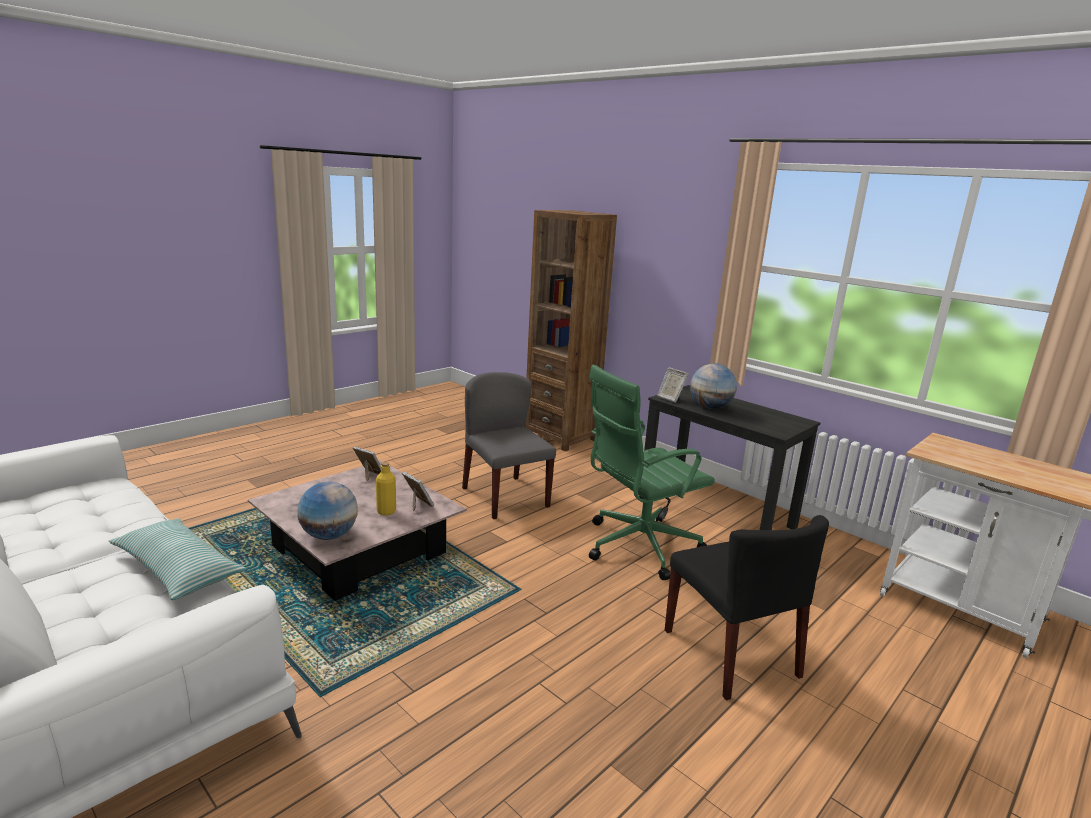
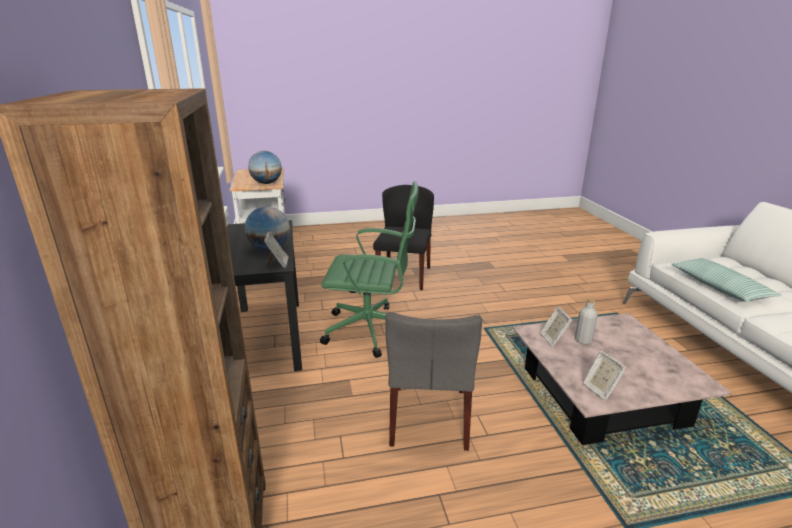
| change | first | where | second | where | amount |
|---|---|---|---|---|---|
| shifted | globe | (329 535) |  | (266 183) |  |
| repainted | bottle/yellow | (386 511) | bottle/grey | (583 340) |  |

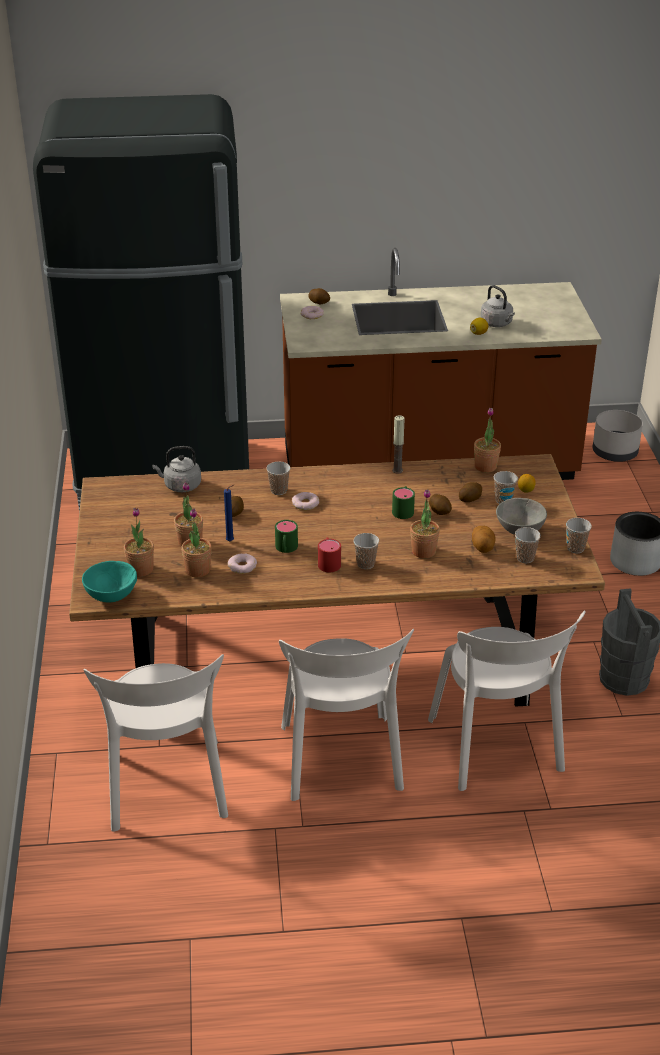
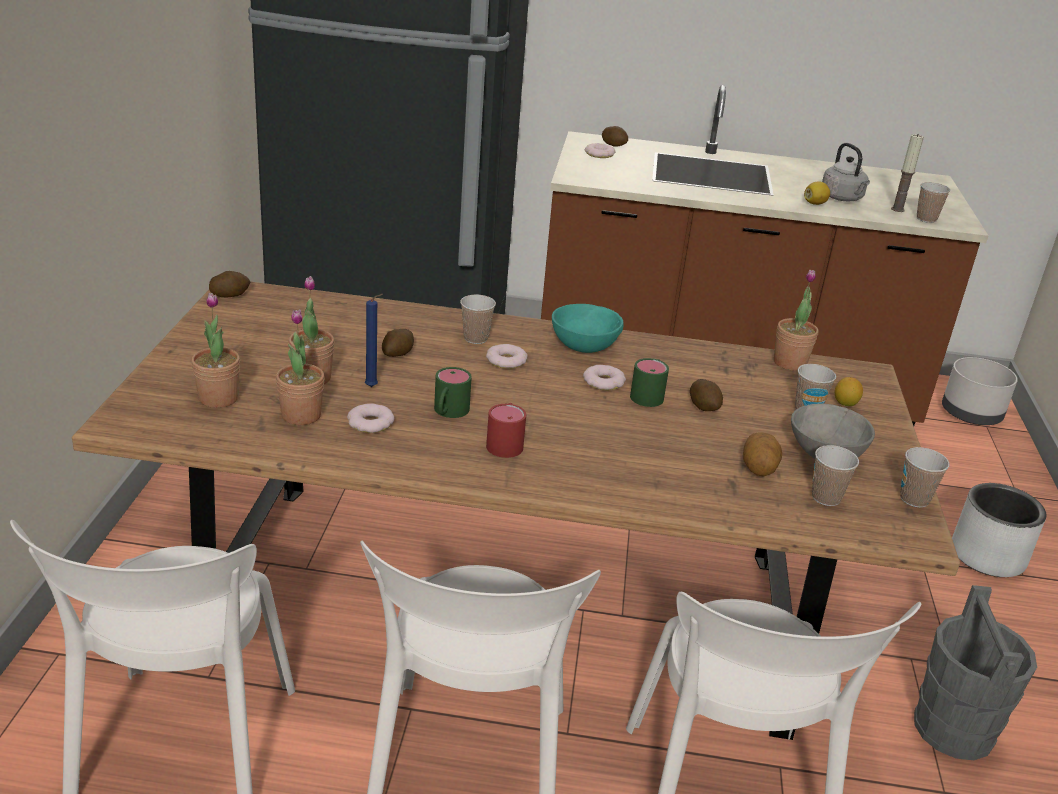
| change | first | where | second | where | amount |
|---|---|---|---|---|---|
| shifted | potato | (470 498) |  | (230 295) |  |
| shifted | bowl/turquoise | (110 595) |  | (583 347) |  |
| new |  |  | donut | (603 382) |  |
| shifted | candle | (397 470) |  | (897 209) |  |
| shifted | cup | (365 564) |  | (926 219) |  |
| gone | kettle/grey | (180 486) |  |  |  |
| gone | potted plant | (423 551) |  |  |  |

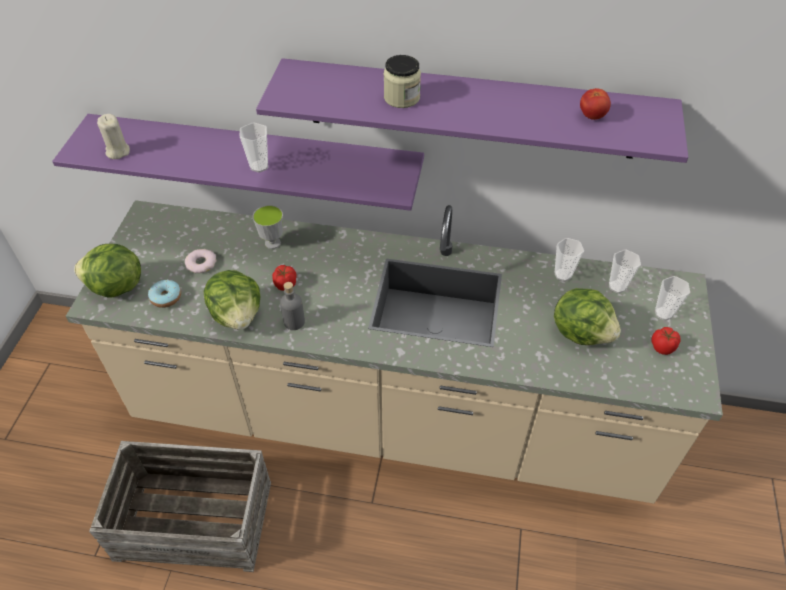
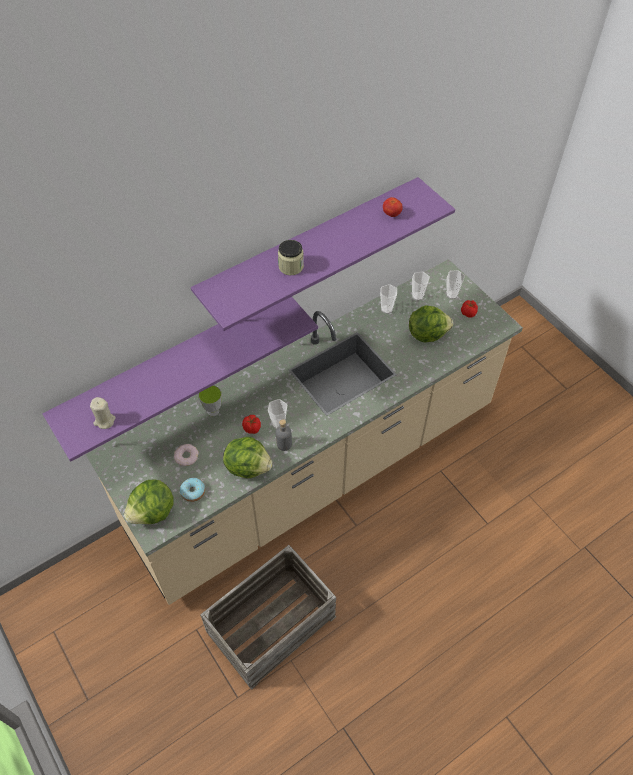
| change | first | where | second | where | amount |
|---|---|---|---|---|---|
| shifted | cup | (259 166) |  | (278 424) |  |

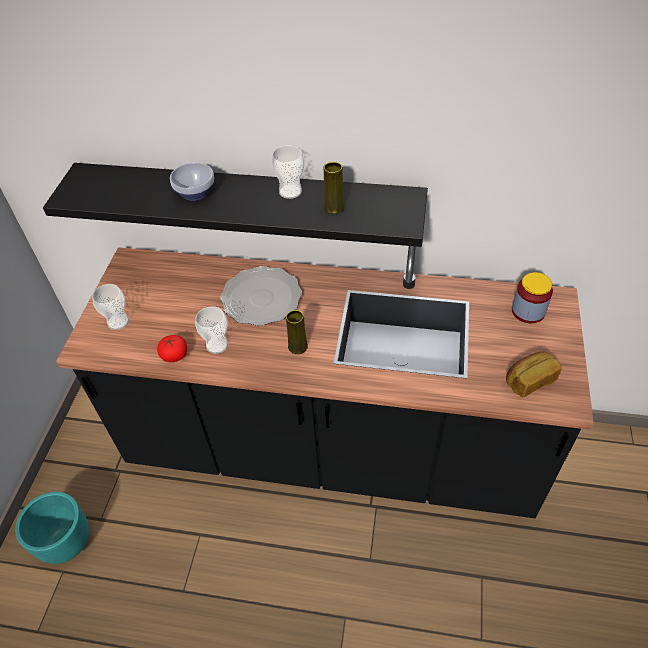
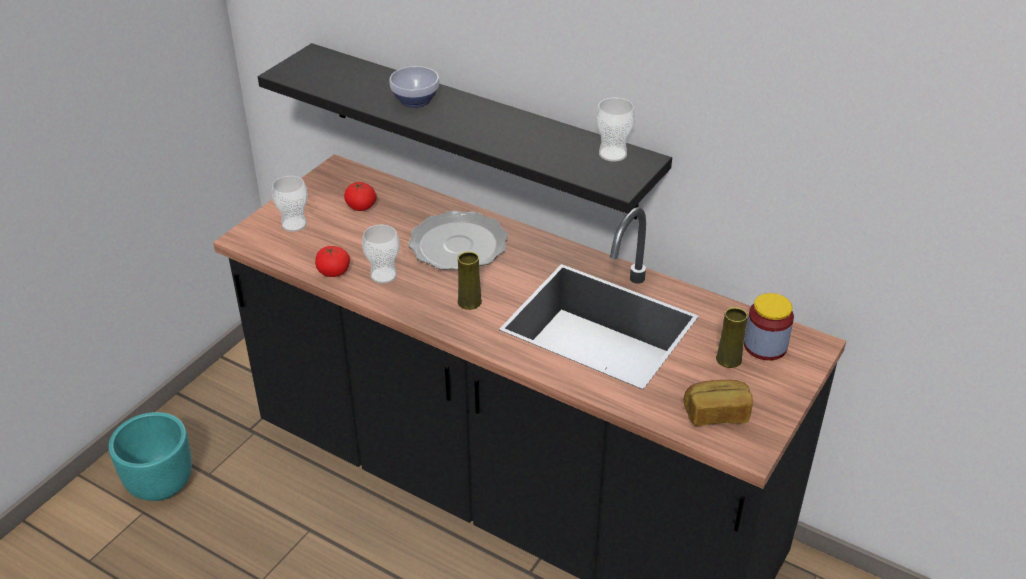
| change | first | where | second | where | amount |
|---|---|---|---|---|---|
| new |  |  | tomato | (361 207) |  |
| shifted | cup | (290 191) |  | (612 154) |  |
| shifted | vase/yellow | (334 207) |  | (728 359) |  |

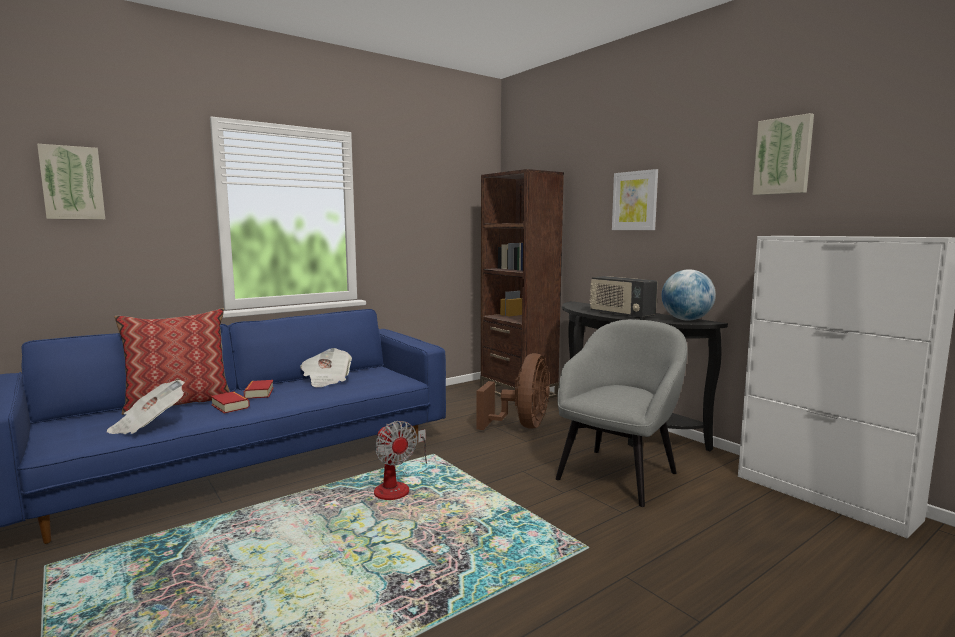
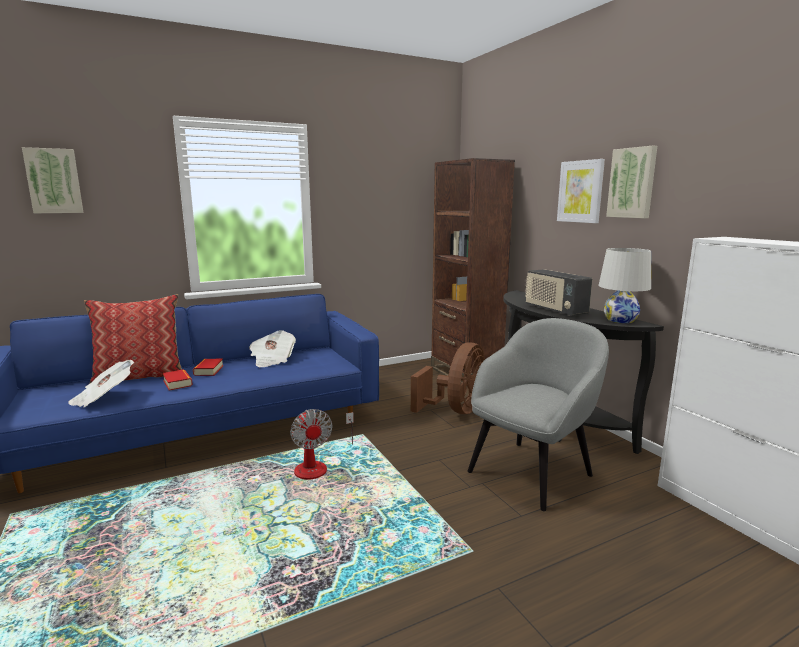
| change | first | where | second | where | amount |
|---|---|---|---|---|---|
| swapped | globe | (686 320) | table lamp/white | (620 320) |  |
| shifted | picture | (783 156) |  | (632 183) |  |

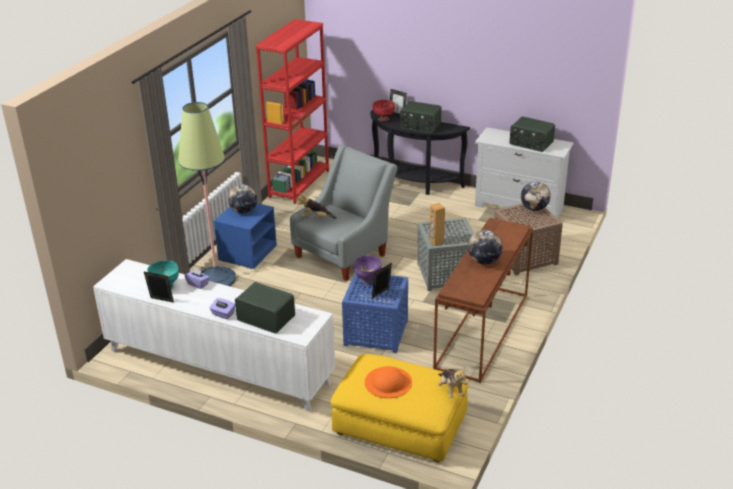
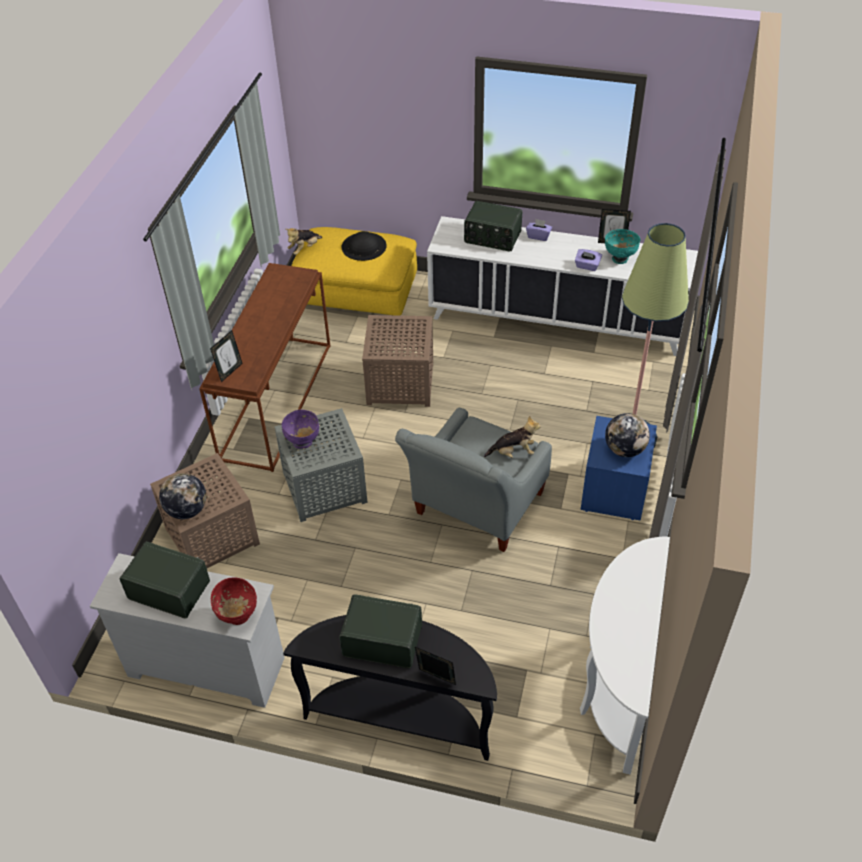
| change | first | where | second | where | amount |
|---|---|---|---|---|---|
| shifted | picture frame | (381 294) |  | (230 371) |  |
| shifted | bowl/red | (384 119) |  | (237 615) |  |
| shifted | bowl/purple | (367 280) |  | (303 442) |  |
| rotated | plush toy | (451 390) |  | (304 249) | 105 degrees counterclockwise |
| repainted | hat/orange | (388 382) | hat/black | (364 246) |  |
| repainted | side table/blue | (375 333) | side table/brown | (401 382) |  |
| swapped | bookcase/red | (299 184) | console table/white | (615 683) |  |
| gone | speaker/brown | (436 242) |  |  |  |
| gone | globe | (484 261) |  |  |  |

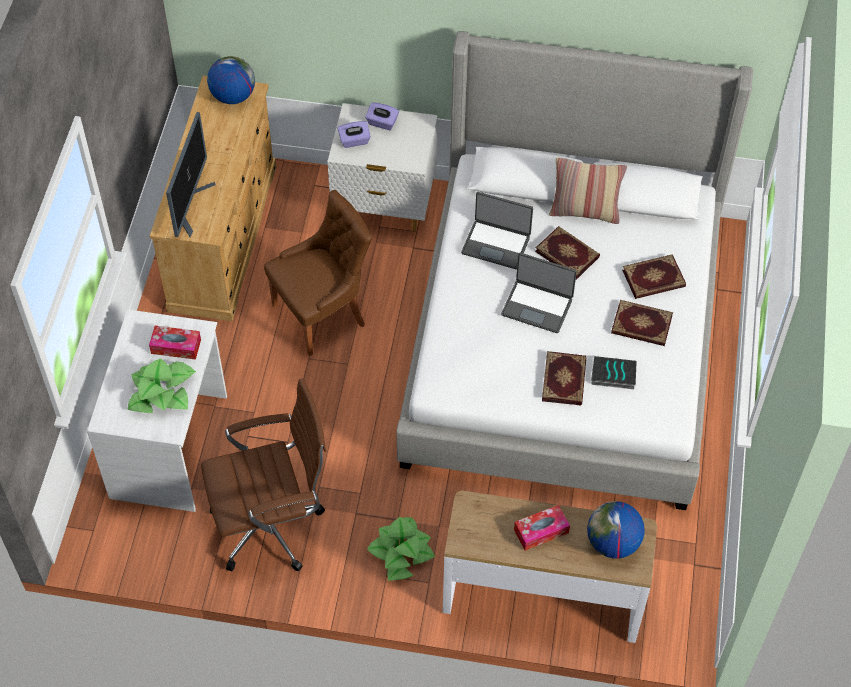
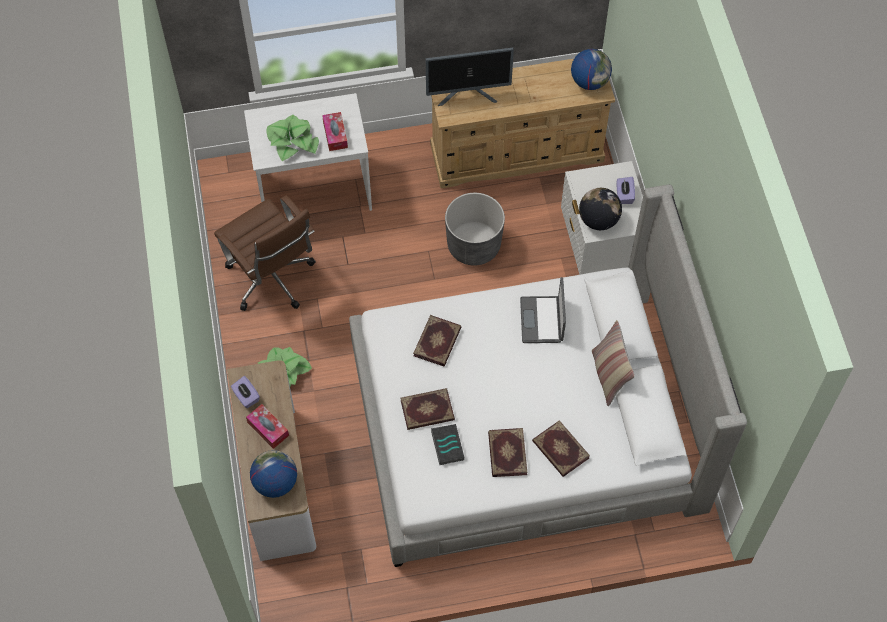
| change | first | where | second | where | amount |
|---|---|---|---|---|---|
| shifted | tissue box/purple | (354 141) |  | (246 397) |  |
| shifted | book | (568 253) |  | (438 342) |  |
| swapped | chair/brown | (322 314) | planter/grey | (473 245) |  |
| new |  |  | globe | (598 220) |  |
| gone | laptop | (537 306) |  |  |  |

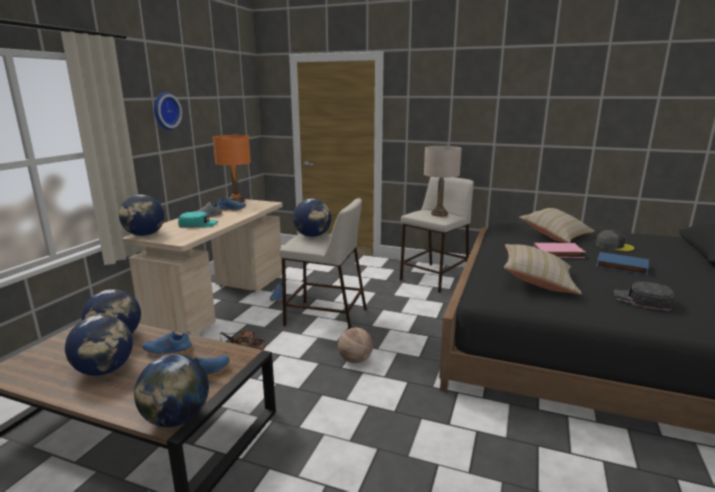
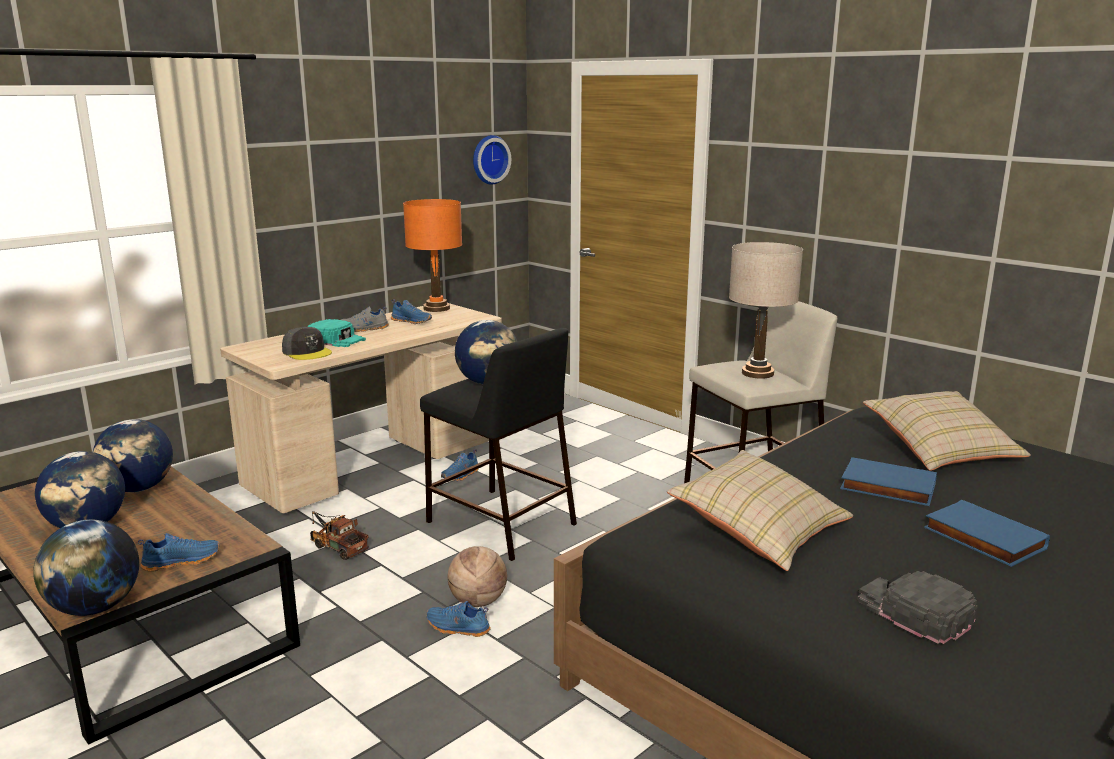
| change | first | where | second | where | amount |
|---|---|---|---|---|---|
| shifted | cap/grey | (613 246) |  | (307 352) |  |
| repainted | stool/beige | (325 317) | stool/black | (499 522) |  |
| shifted | shoe/blue | (168 351) |  | (457 628) |  |
| shifted | wall clock | (165 111) |  | (489 159) |  |
| repainted | book/pink | (558 253) | book/blue | (887 487) |  |
| gone | globe | (145 235) |  |  |  |

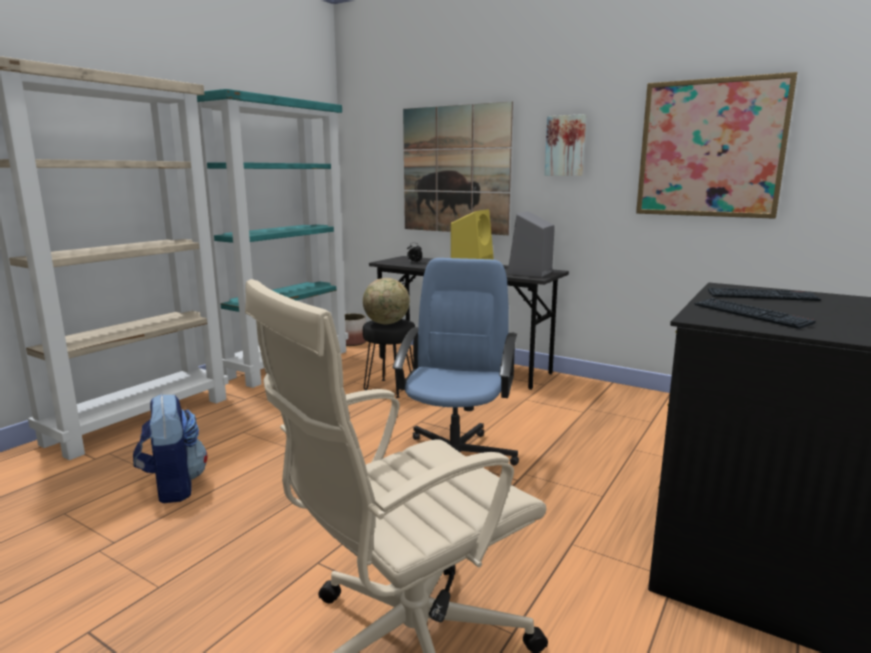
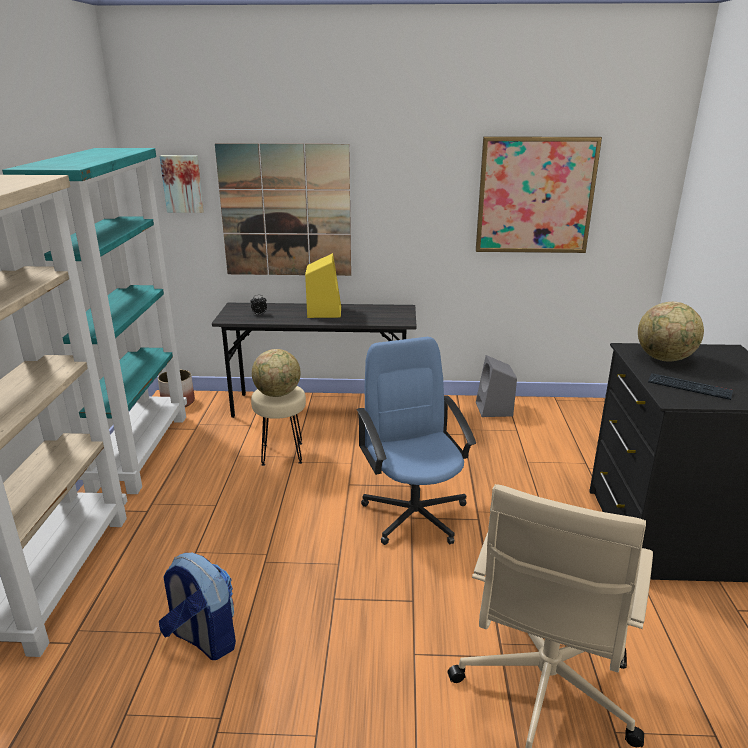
| change | first | where | second | where | amount |
|---|---|---|---|---|---|
| shifted | picture | (565 146) |  | (182 184) |  |
| repainted | stool/black | (389 388) | stool/beige | (281 454) |  |
| shifted | speaker/grey | (530 273) |  | (494 409) |  |
| swapped | keyboard | (762 296) | globe | (664 359) |  |

